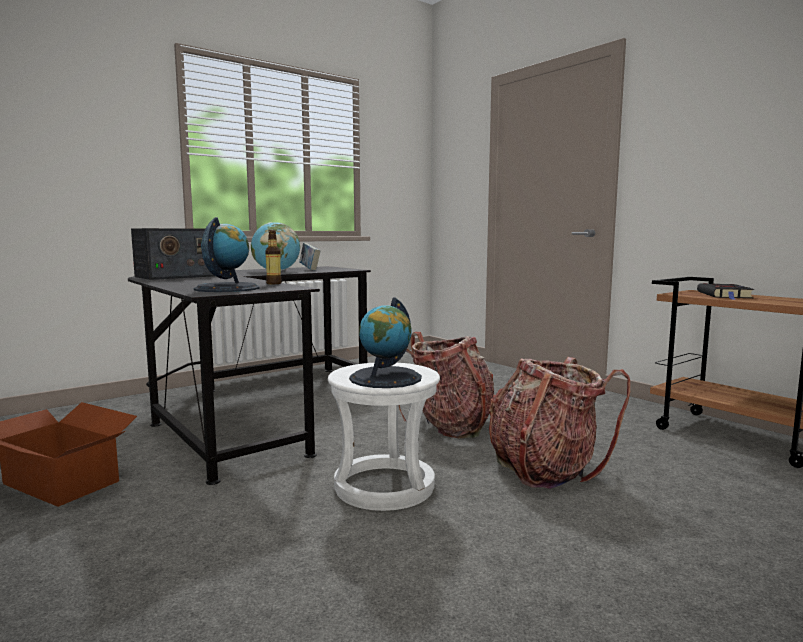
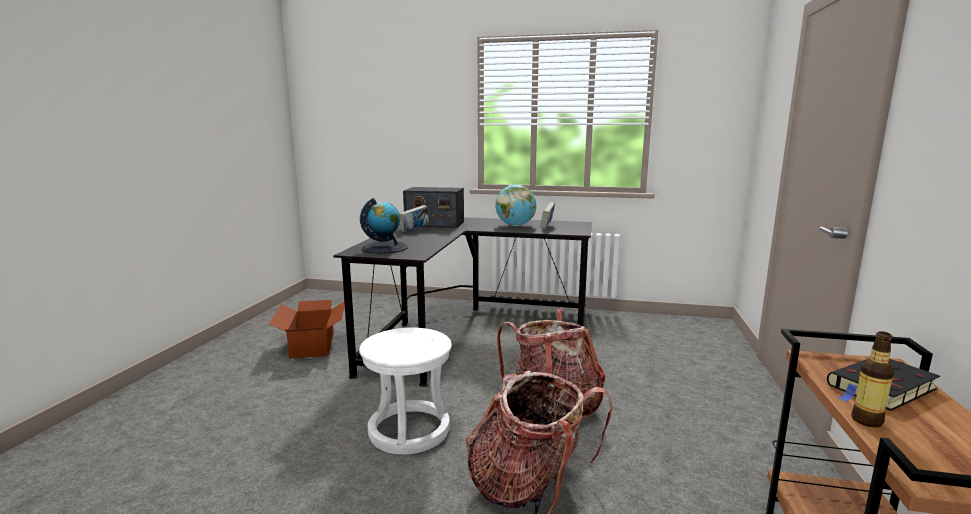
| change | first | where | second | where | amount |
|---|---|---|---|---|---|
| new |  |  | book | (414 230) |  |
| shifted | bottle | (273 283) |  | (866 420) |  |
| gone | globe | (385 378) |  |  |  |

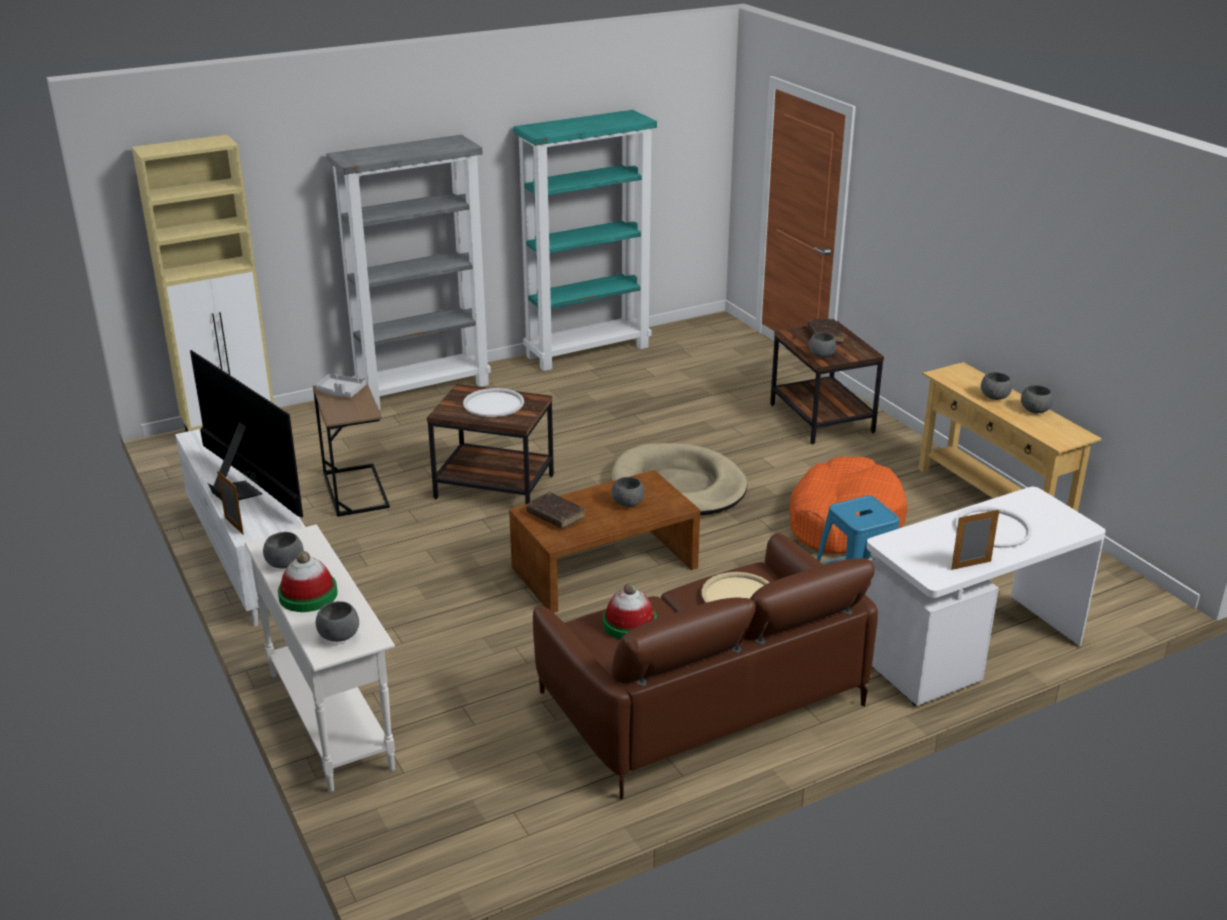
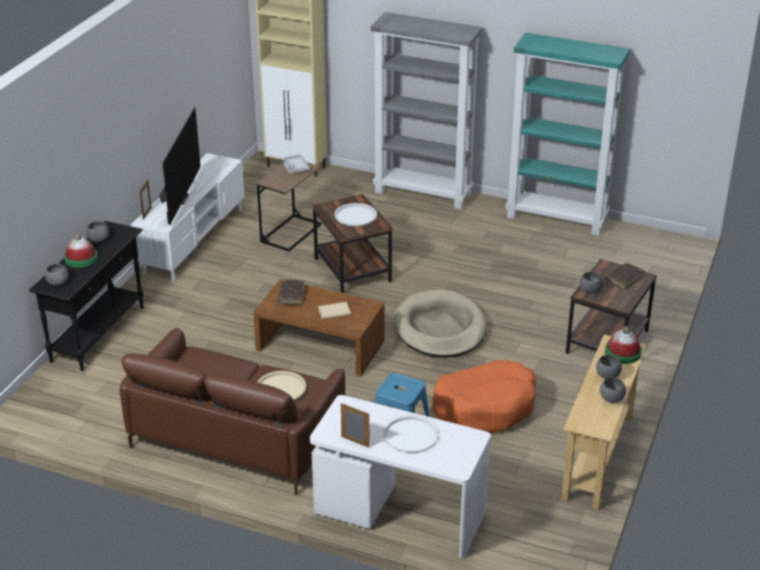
| change | first | where | second | where | amount |
|---|---|---|---|---|---|
| repainted | console table/white | (330 719) | console table/black | (98 334) |  |
| swapped | bowl/grey | (627 504) | book/beige | (333 311) |  |
| shifted | hat | (629 624) |  | (623 352) |  |

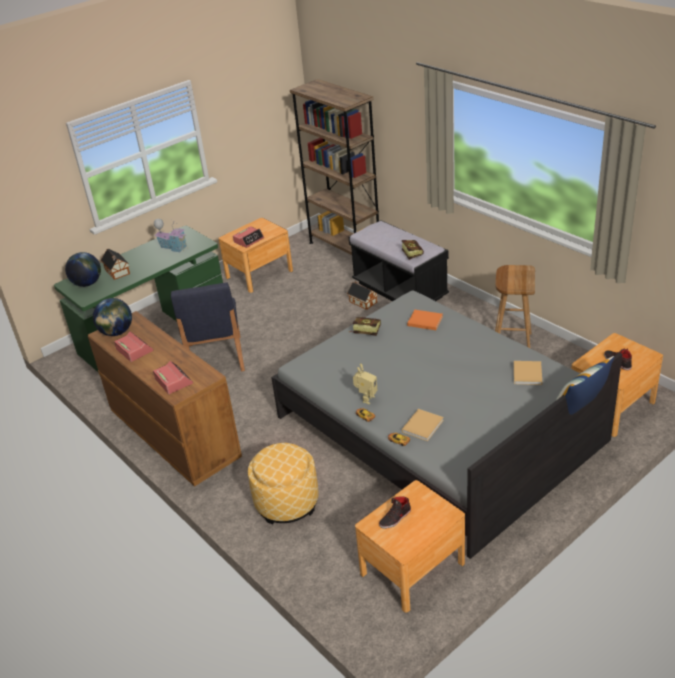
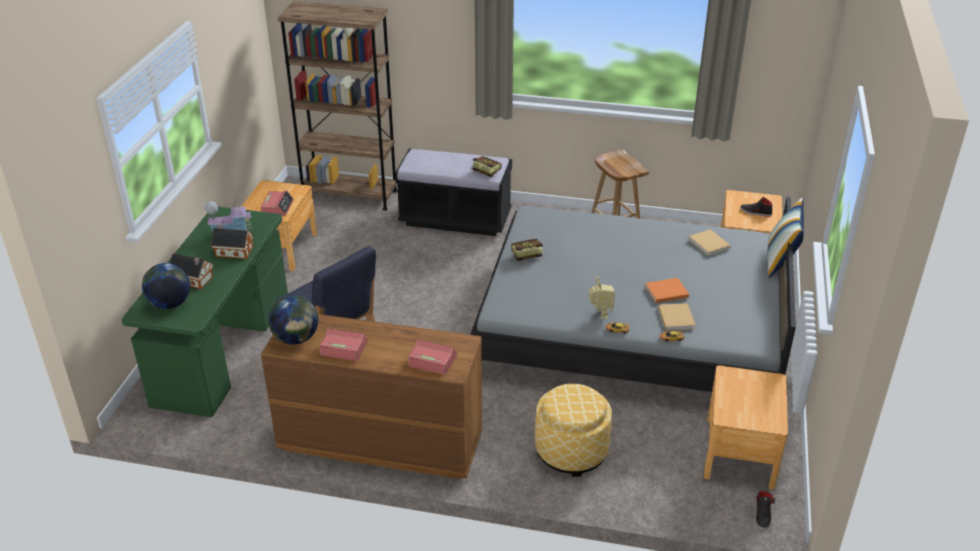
| change | first | where | second | where | amount |
|---|---|---|---|---|---|
| shifted | toy house | (362 301) |  | (233 251) |  |
| shifted | book/orange | (424 321) |  | (665 292) |  |
| shifted | shoe/black | (395 518) |  | (762 515) |  |

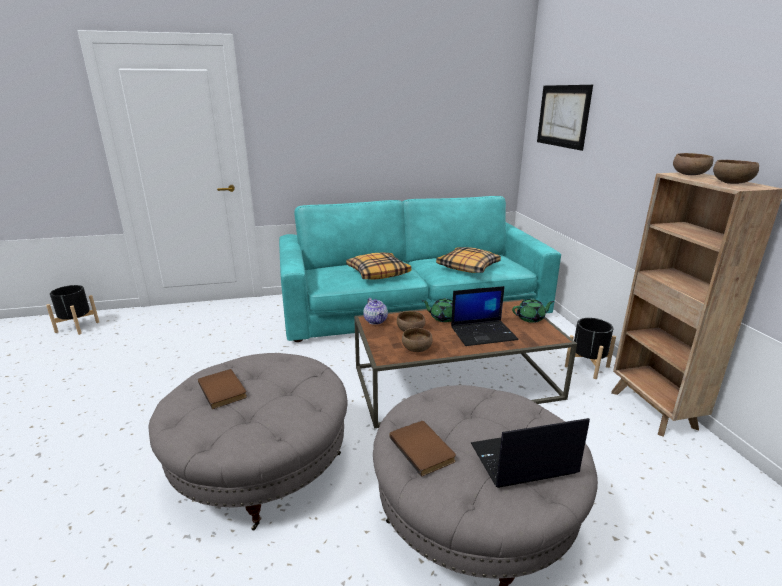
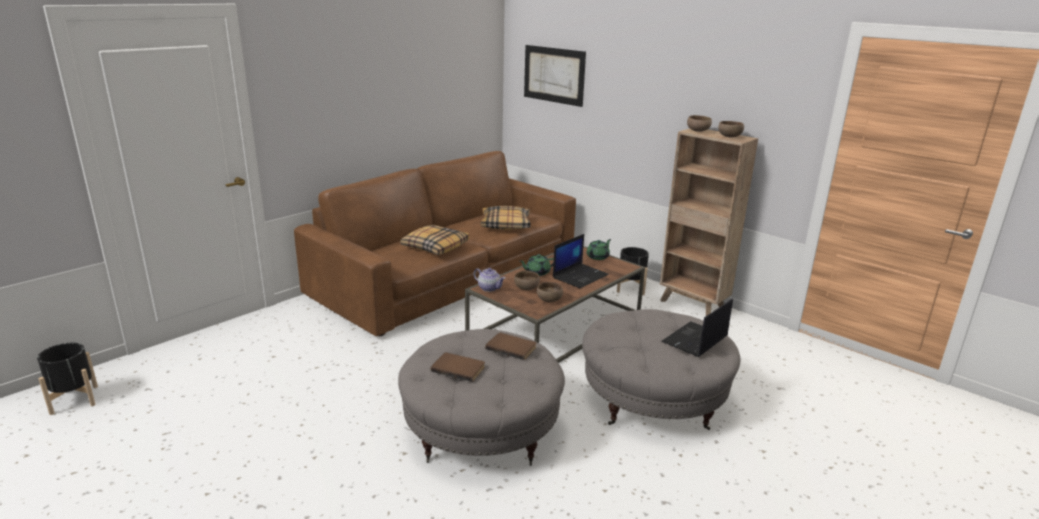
| change | first | where | second | where | amount |
|---|---|---|---|---|---|
| repainted | sofa/turquoise | (412 306) | sofa/brown | (449 275) |  |
| shifted | book/brown | (423 448) |  | (512 347) |  |

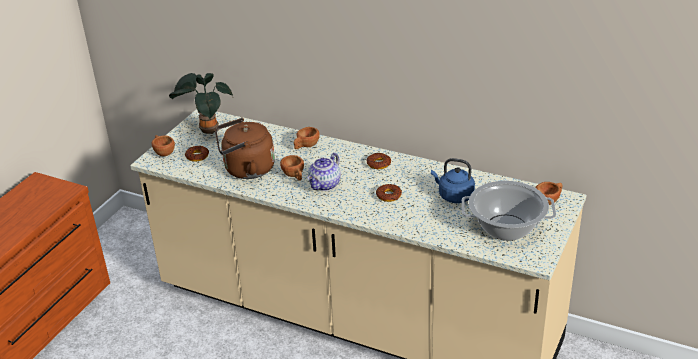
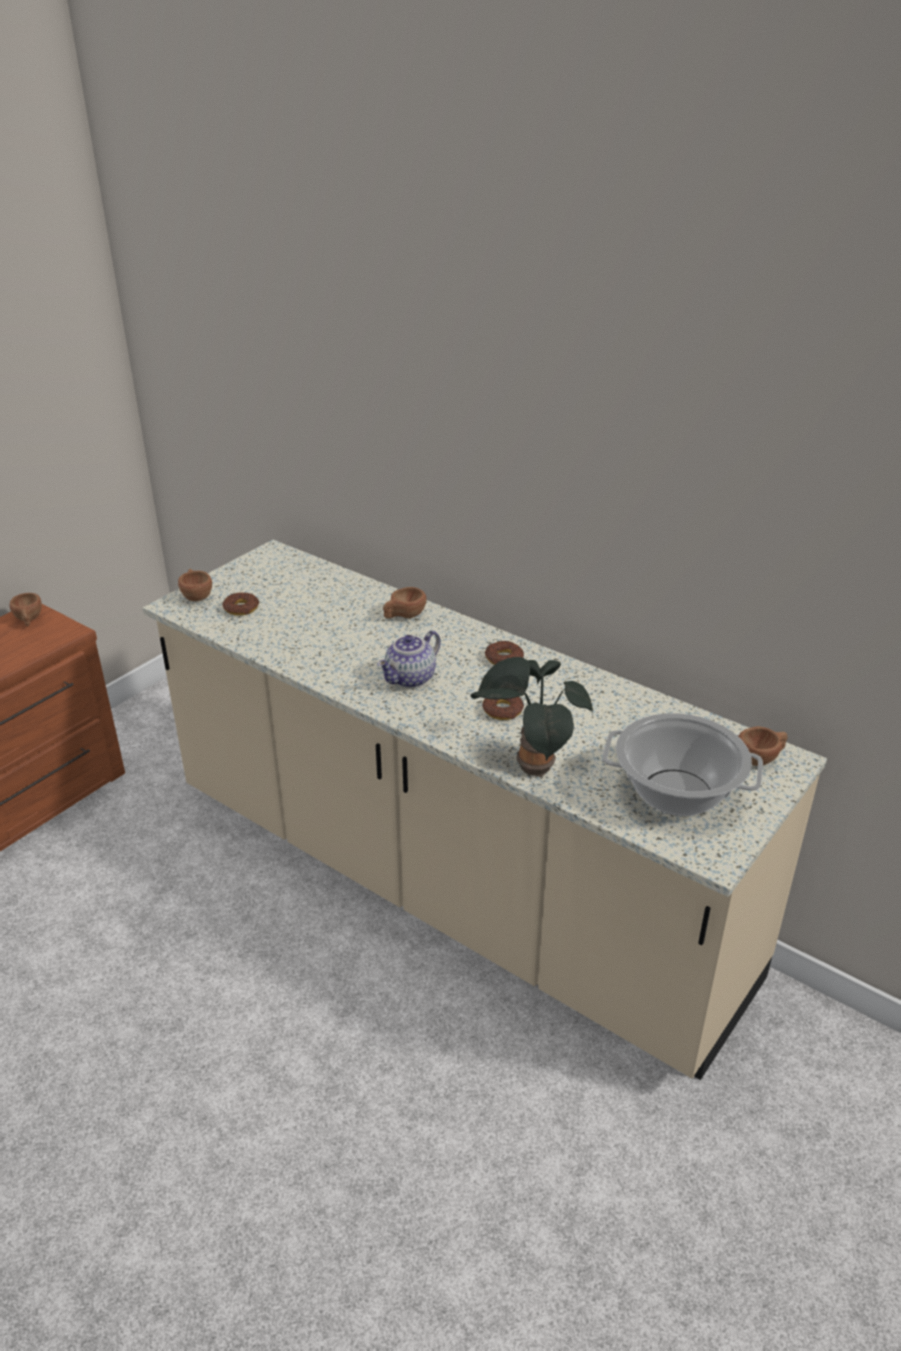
| change | first | where | second | where | amount |
|---|---|---|---|---|---|
| shifted | cup/brown | (294 176) |  | (29 620) |  |
| shifted | potted plant | (206 130) |  | (530 766) |  |
| gone | kettle/brown | (246 170) |  |  |  |
| gone | kettle/blue | (454 196) |  |  |  |

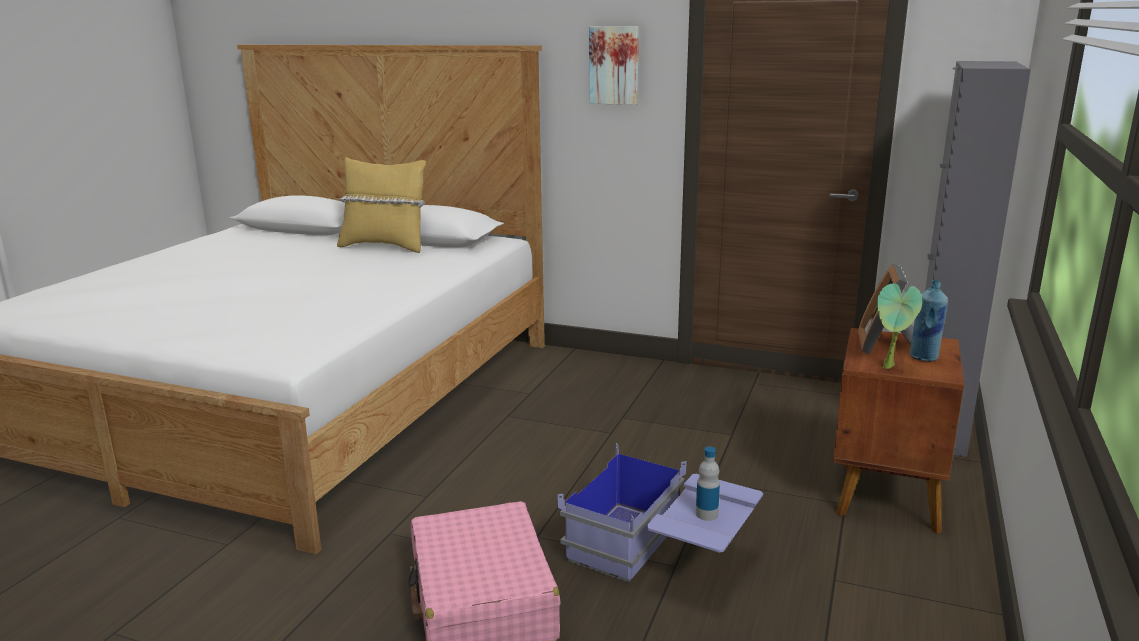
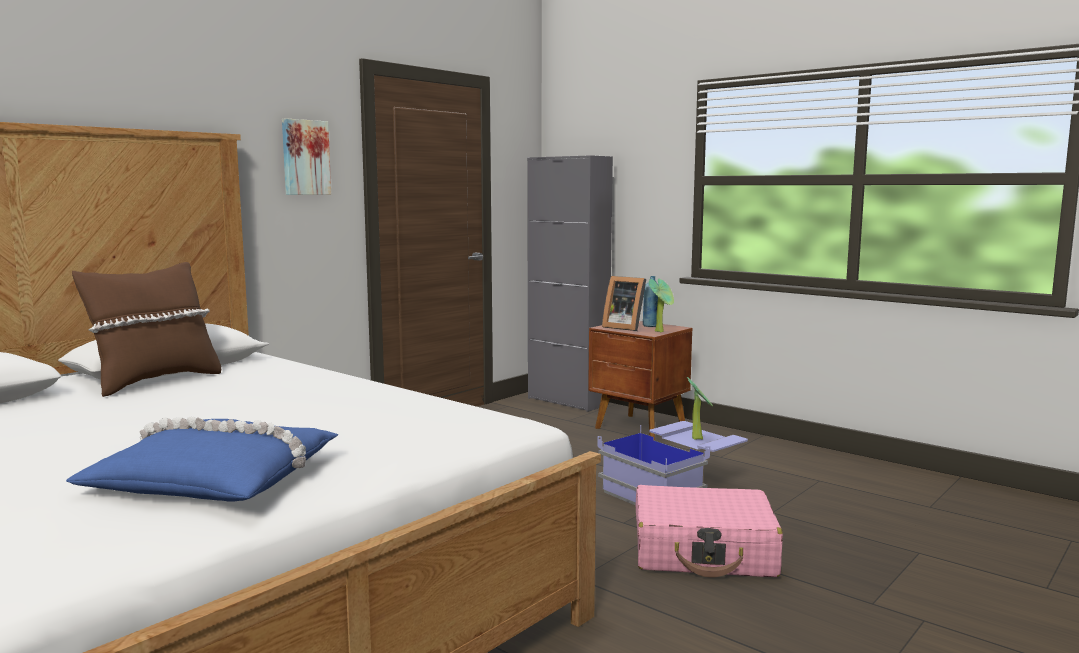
| change | first | where | second | where | amount |
|---|---|---|---|---|---|
| new |  |  | pillow/blue | (217 479) |  |
| repainted | pillow/yellow | (385 246) | pillow/brown | (155 382) |  |
| swapped | bottle | (706 514) | potted plant | (698 438) |  |

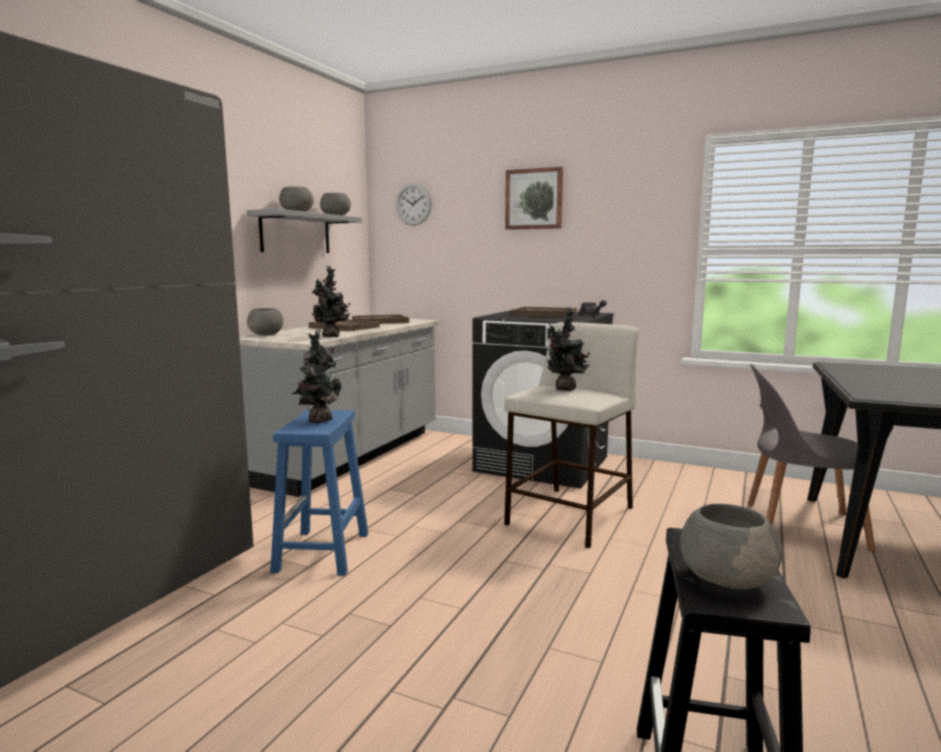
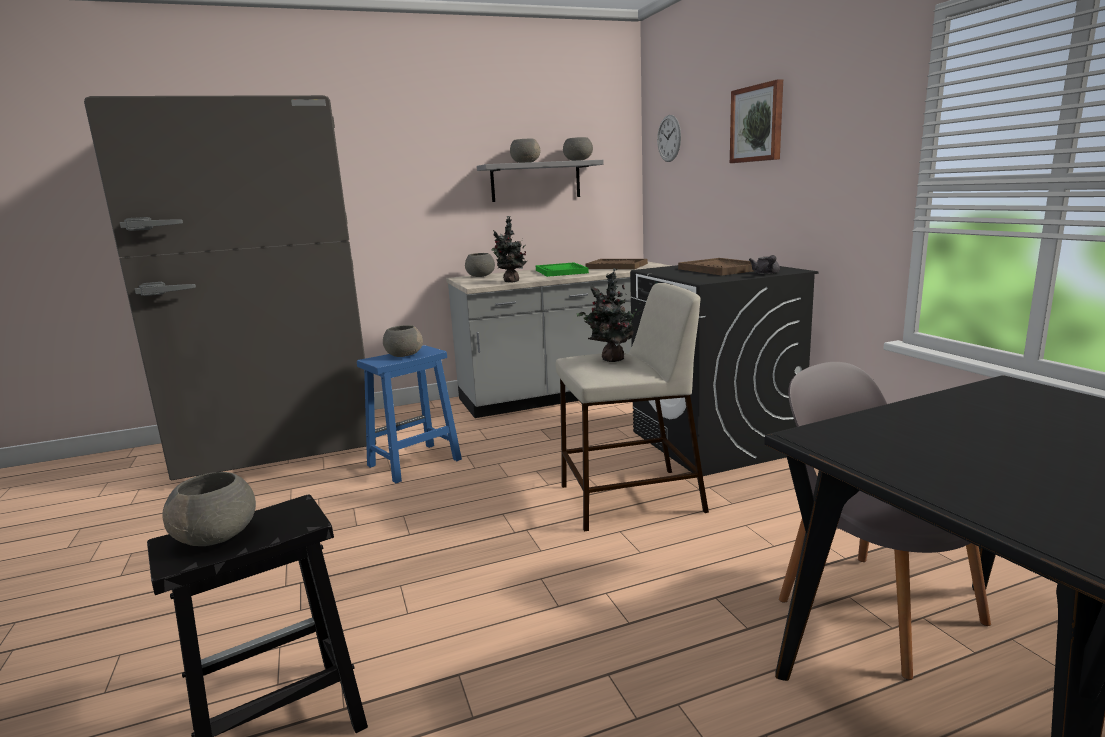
| change | first | where | second | where | amount |
|---|---|---|---|---|---|
| swapped | potted plant | (318 420) | bowl/grey | (403 355) |  |
| repainted | tray/brown | (344 327) | tray/green | (561 271) |  |

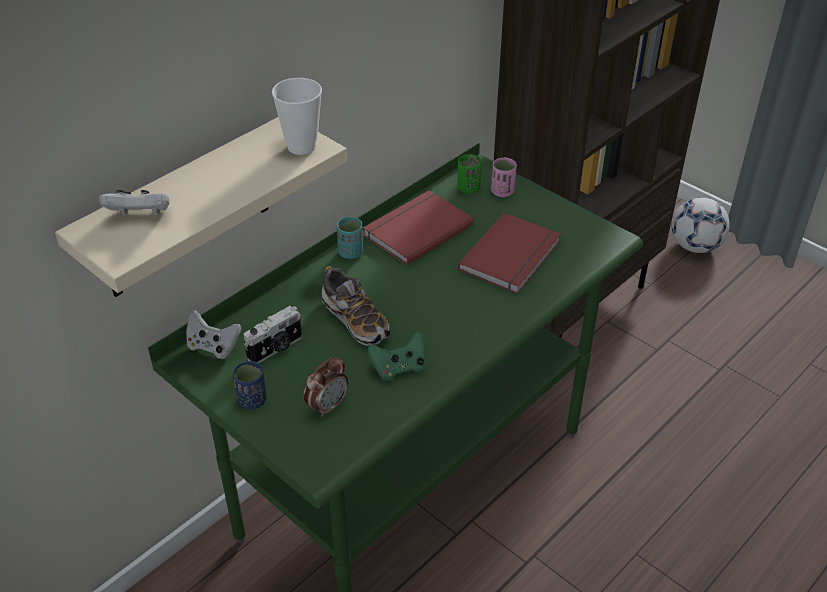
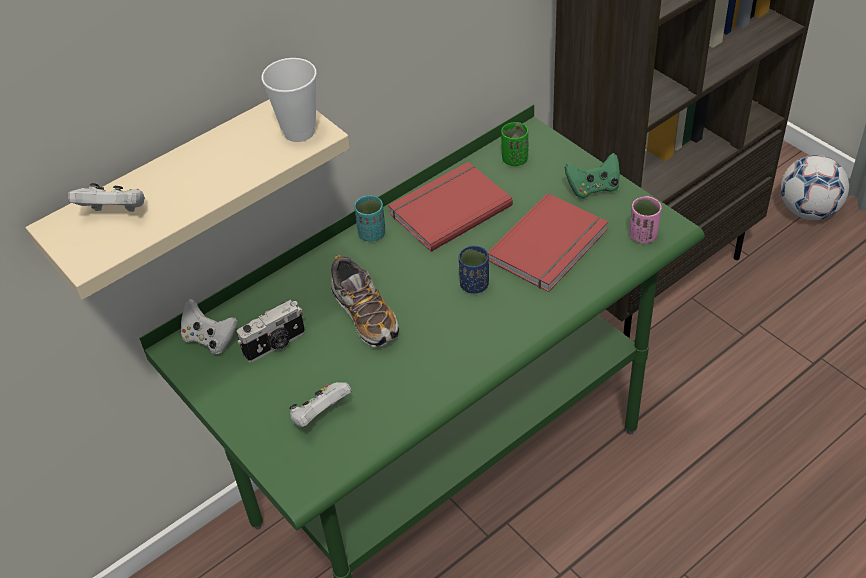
| change | first | where | second | where | amount |
|---|---|---|---|---|---|
| swapped | alarm clock | (327 406) | game controller/white | (320 415) |  |
| shifted | cup/blue | (252 400) |  | (474 285) |  |
| shifted | game controller/green | (399 368) |  | (593 188) |  |
| shifted | cup/pink | (502 192) |  | (643 235) |  |

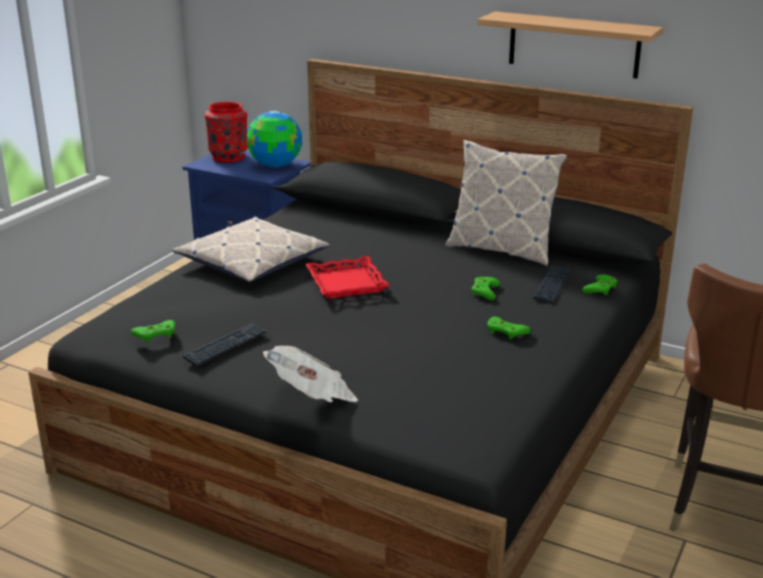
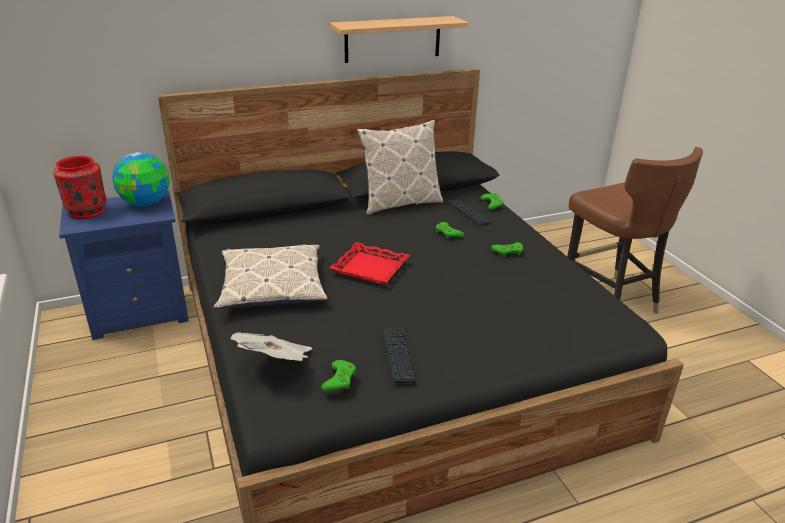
| change | first | where | second | where | amount |
|---|---|---|---|---|---|
| shifted | newspaper | (312 396) |  | (276 362) |  |

